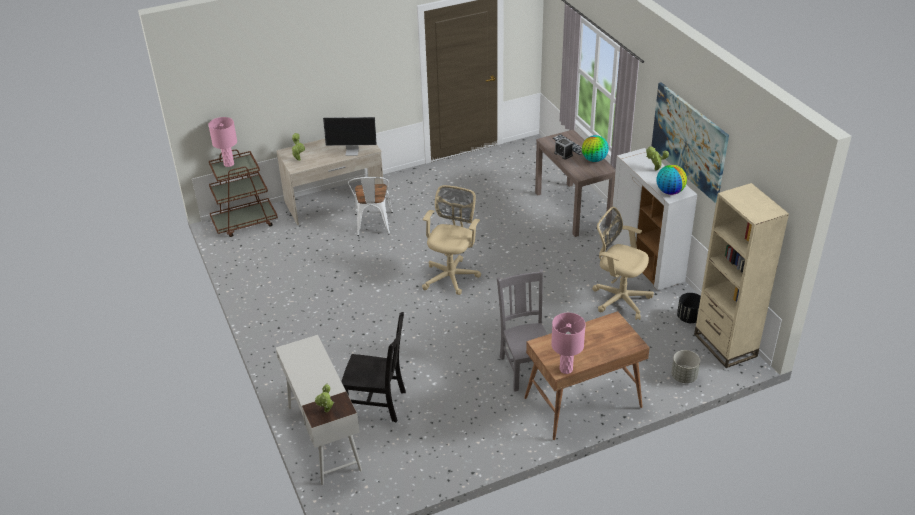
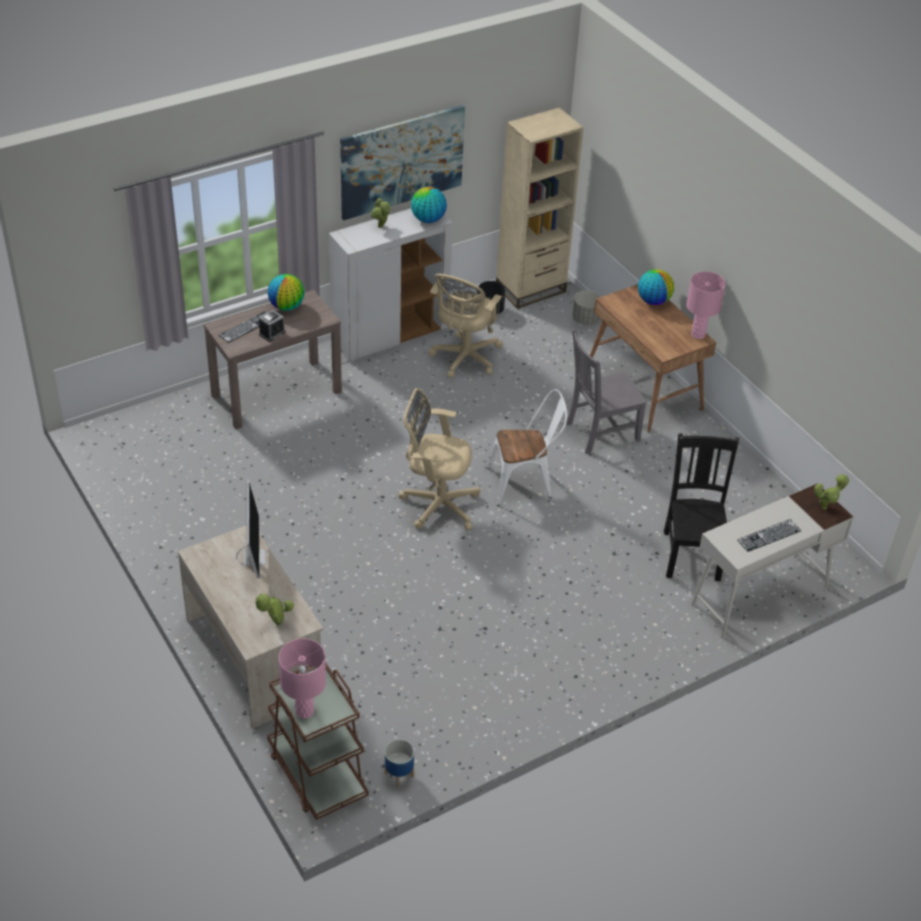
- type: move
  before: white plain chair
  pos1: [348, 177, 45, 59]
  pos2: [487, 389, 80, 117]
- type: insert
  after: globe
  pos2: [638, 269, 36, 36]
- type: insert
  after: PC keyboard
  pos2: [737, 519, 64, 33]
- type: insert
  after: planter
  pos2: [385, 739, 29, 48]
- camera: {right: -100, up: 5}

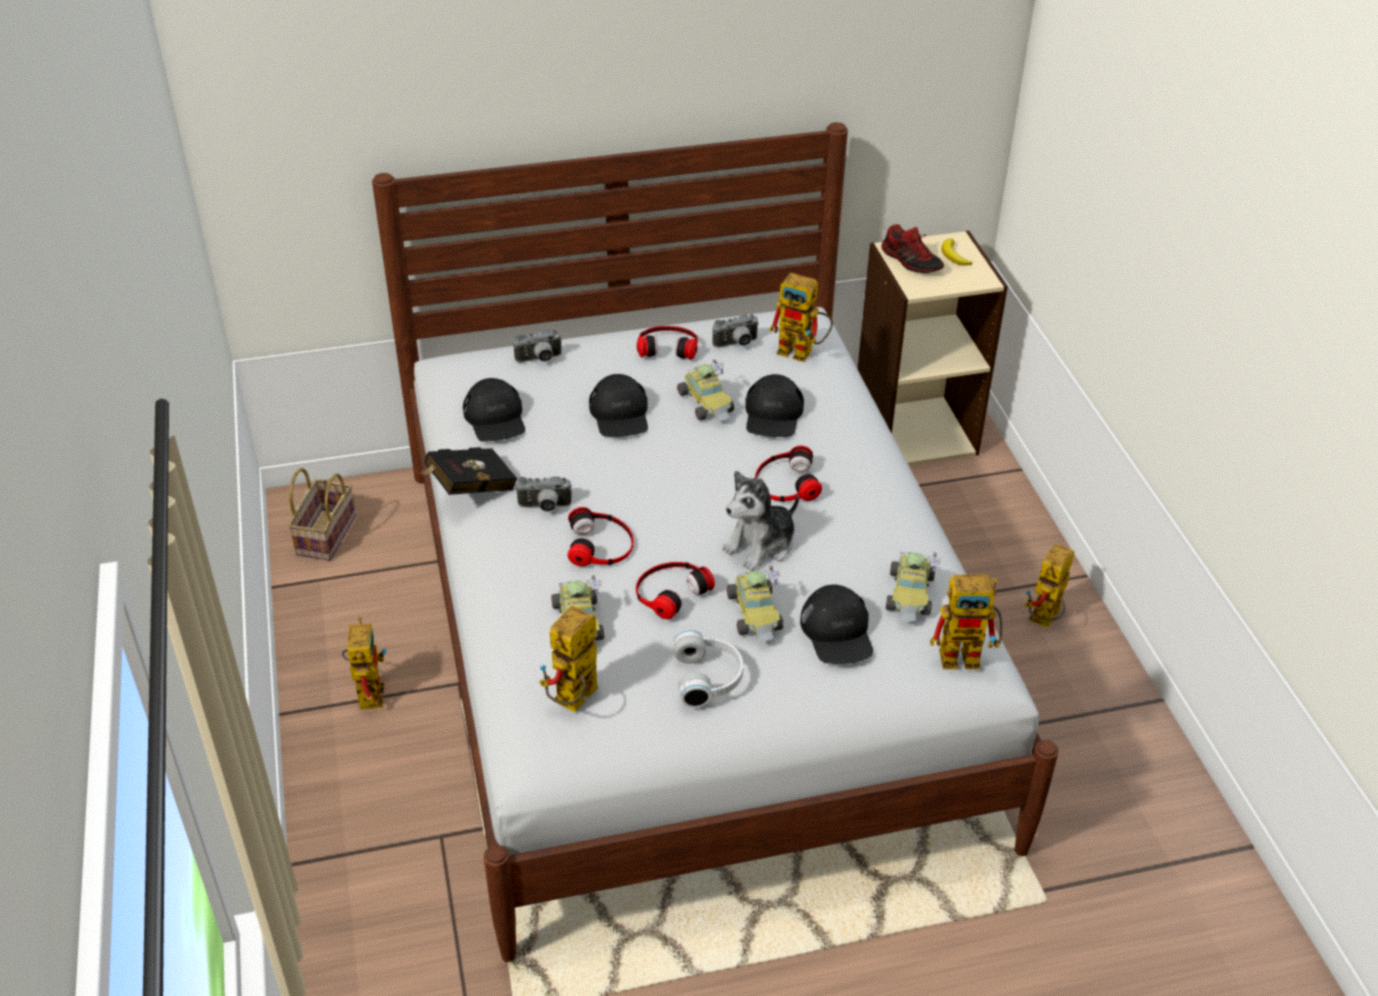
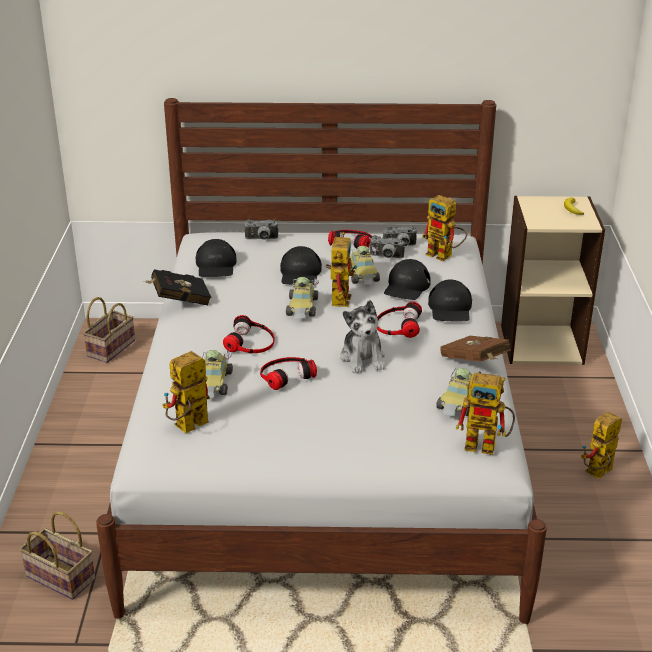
- type: delete
  before: low shoe
  pos1: [881, 224, 63, 49]
- type: rotate
  before: cuddly toy
  pos1: [722, 471, 77, 100]
  pos2: [340, 300, 45, 73]
  turn: -75
- type: move
  before: photo camera
  pos1: [516, 477, 56, 35]
  pos2: [370, 235, 35, 23]
- type: move
  before: miniature car
  pos1: [726, 566, 57, 75]
  pos2: [286, 277, 33, 41]
- type: move
  before: blackish peaked cap
  pos1: [800, 585, 73, 79]
  pos2: [428, 279, 44, 42]
- type: move
  before: toy robot
  pos1: [342, 616, 45, 94]
  pos2: [325, 232, 32, 75]
- type: delete
  before: white pair of headphones
  pos1: [674, 629, 69, 79]
- type: insert
  after: brownish volume
  pos2: [440, 336, 71, 25]
- type: insert
  after: storage basket
  pos2: [19, 511, 76, 89]
- camera: {right: 15, up: -10}

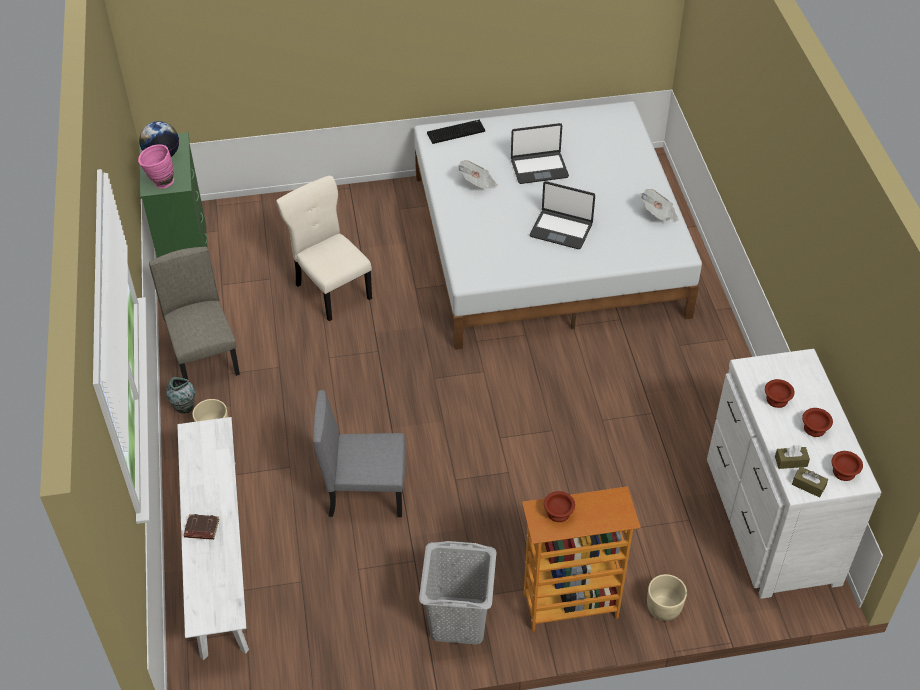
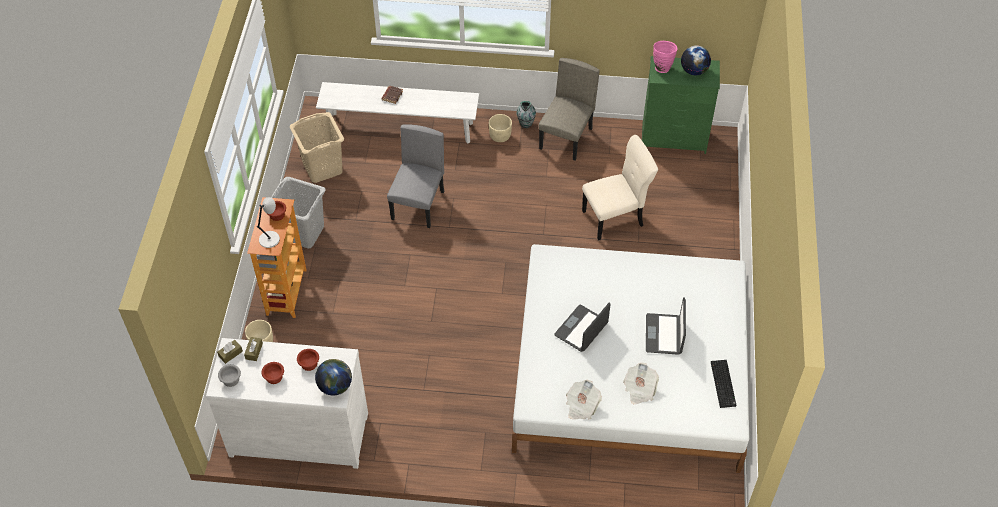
- type: move
  before: PC keyboard
  pos1: [427, 120, 58, 24]
  pos2: [711, 360, 25, 48]
- type: move
  before: daily paper
  pos1: [457, 160, 40, 28]
  pos2: [623, 363, 36, 41]
- type: rotate
  before: sand-coloured plain chair
  pos1: [149, 247, 91, 132]
  pos2: [539, 58, 61, 103]
  turn: -60
- type: recolor
  before: brownish bowl
  after: grey bowl
  pos1: [832, 451, 31, 30]
  pos2: [218, 364, 23, 23]
- type: insert
  after: sand-coloured washing basket
  pos2: [290, 112, 54, 71]
- type: insert
  after: grey table lamp
  pos2: [257, 197, 23, 51]
- type: insert
  after: globe
  pos2: [315, 359, 37, 37]
- camera: {right: 105, up: 5}

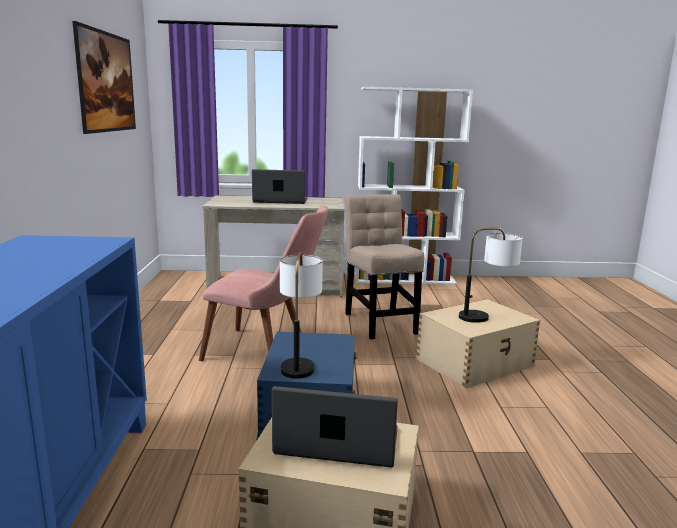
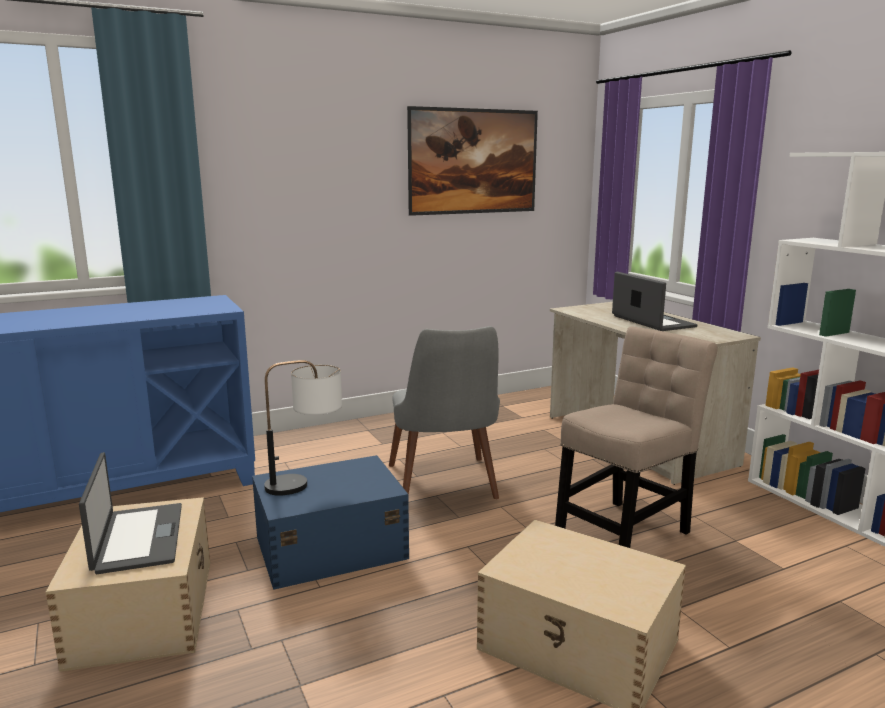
- type: recolor
  before: pink-coloured plain chair
  after: grey plain chair
  pos1: [199, 206, 129, 155]
  pos2: [389, 326, 111, 173]
- type: delete
  before: table lamp
  pos1: [459, 228, 64, 95]
- camera: {right: 65, up: 0}

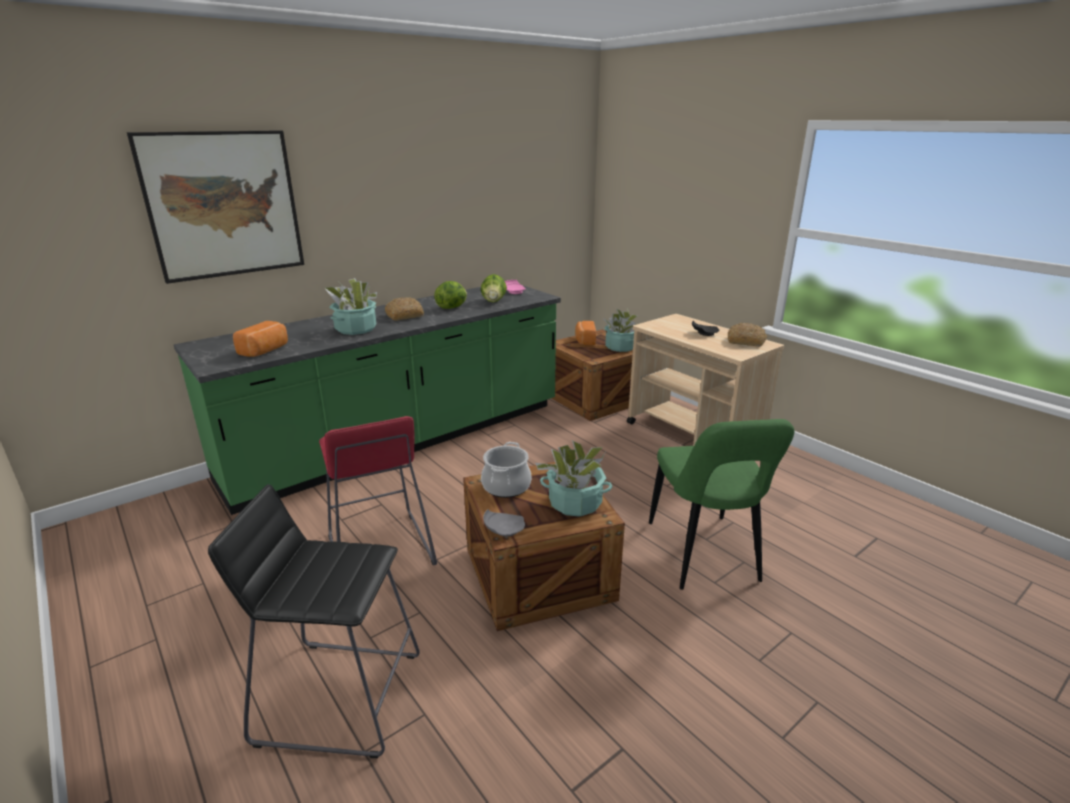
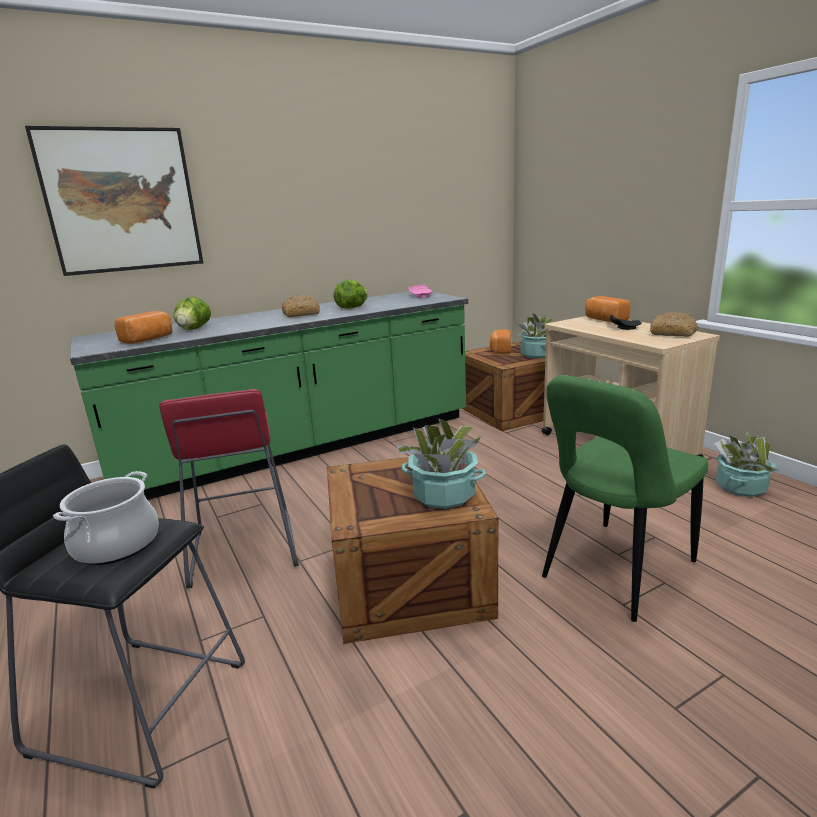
- type: move
  before: head of lettuce
  pos1: [481, 274, 26, 28]
  pos2: [174, 296, 37, 34]
- type: move
  before: plant in a pot
  pos1: [324, 278, 53, 57]
  pos2: [714, 432, 64, 65]
- type: rotate
  before: green-coloured plain chair
  pos1: [649, 419, 145, 171]
  pos2: [542, 375, 166, 247]
  turn: 45
- type: move
  before: cooking pot
  pos1: [481, 442, 51, 56]
  pos2: [53, 471, 106, 94]
- type: delete
  before: grey plate
  pos1: [483, 509, 42, 28]
- type: insert
  after: bread
  pos2: [585, 296, 45, 26]
- camera: {right: 10, up: -5}

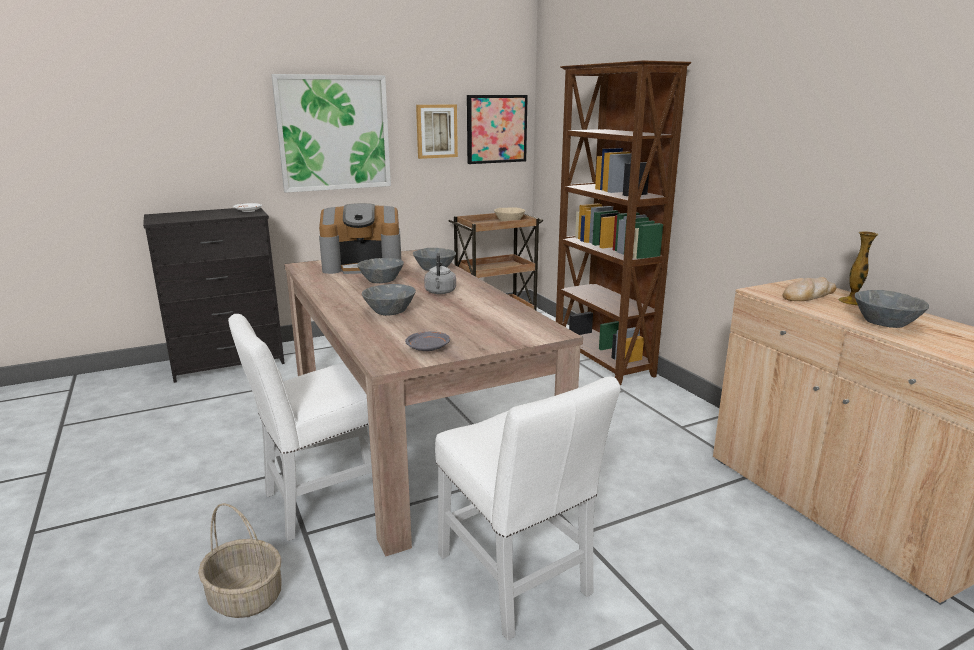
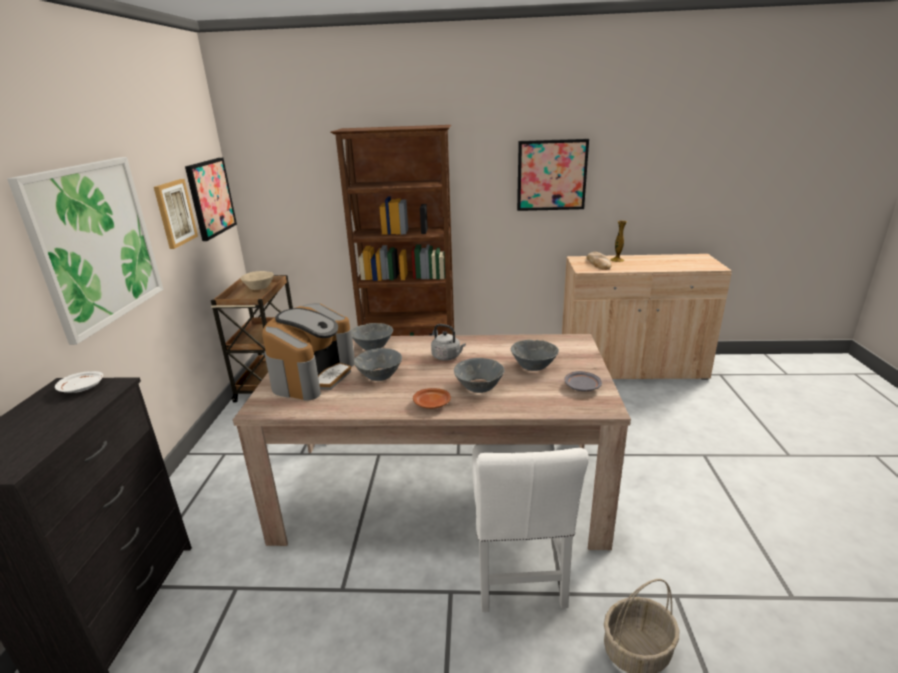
- type: move
  before: grey bowl
  pos1: [855, 290, 74, 38]
  pos2: [510, 340, 49, 31]
- type: delete
  before: white plain chair
  pos1: [435, 376, 186, 264]
- type: insert
  after: picture
  pos2: [517, 139, 72, 72]
- type: insert
  after: brownish plate
  pos2: [413, 388, 38, 21]
- camera: {right: -60, up: 5}

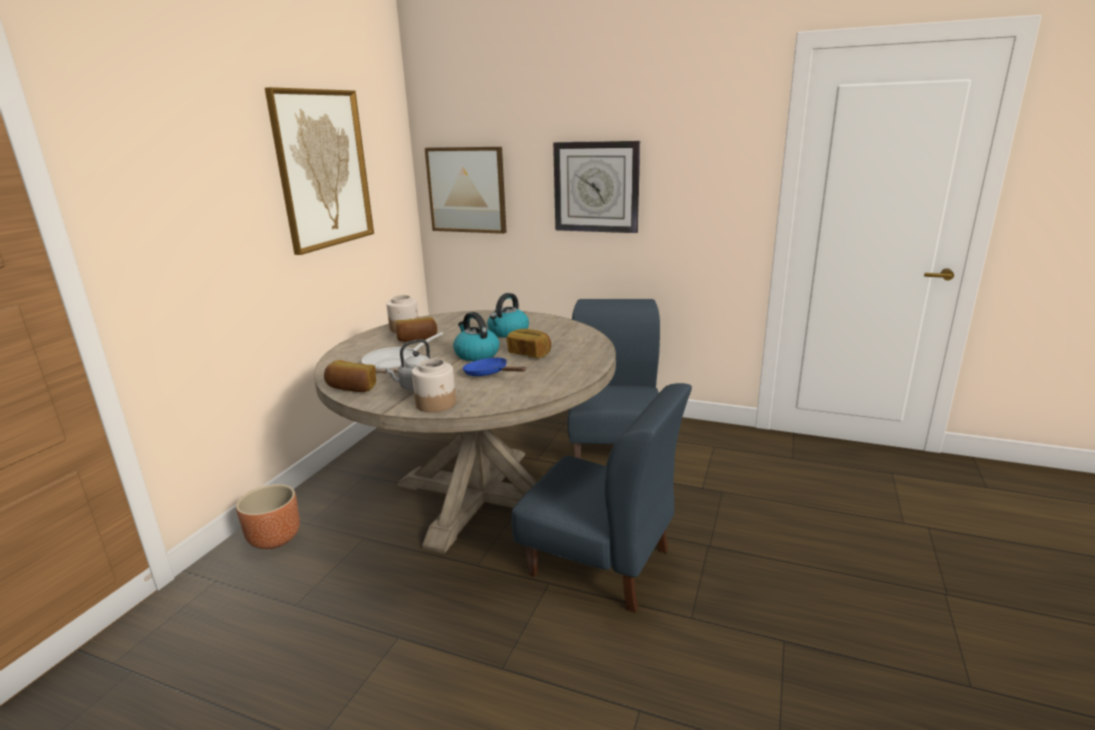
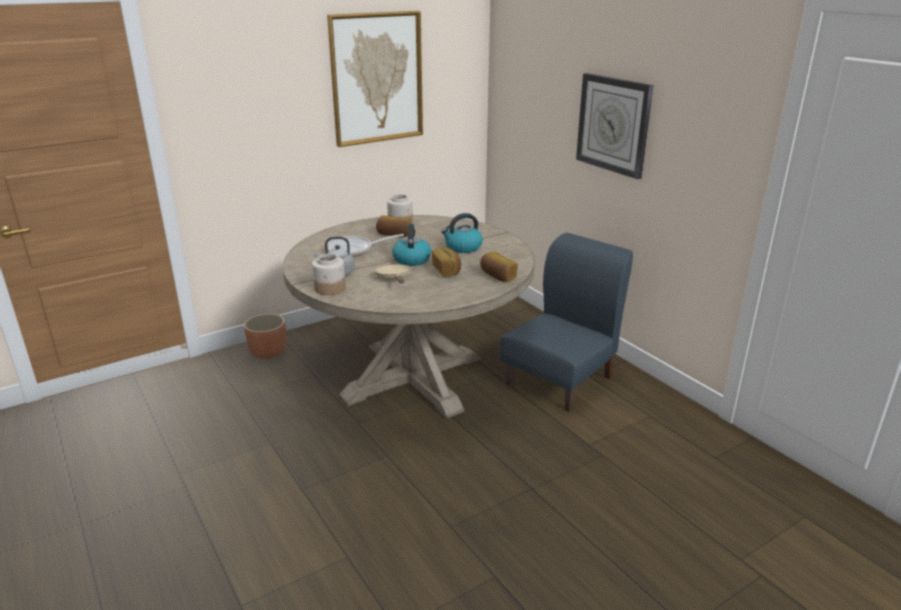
- type: delete
  before: picture
  pos1: [425, 147, 82, 87]
- type: recolor
  before: bluish frying pan
  after: sand-coloured frying pan
  pos1: [463, 357, 64, 19]
  pos2: [375, 265, 37, 18]
- type: move
  before: bread
  pos1: [324, 360, 52, 32]
  pos2: [480, 252, 38, 30]
- type: delete
  before: bluish plain chair
  pos1: [512, 383, 180, 230]
- camera: {right: 35, up: 5}

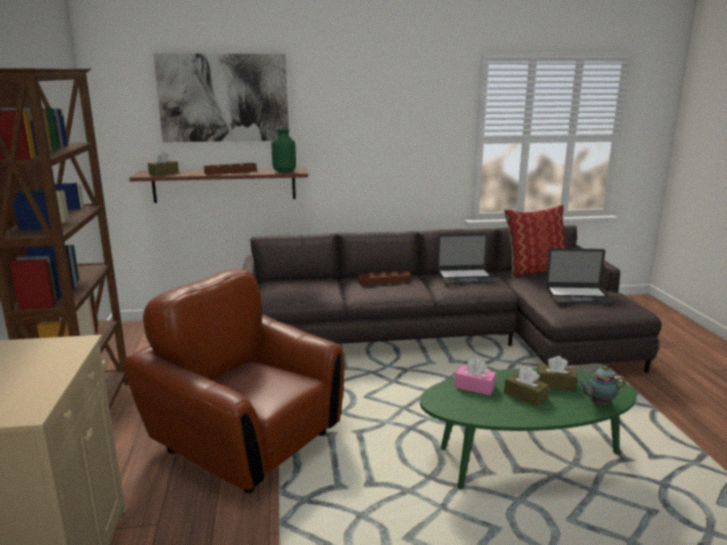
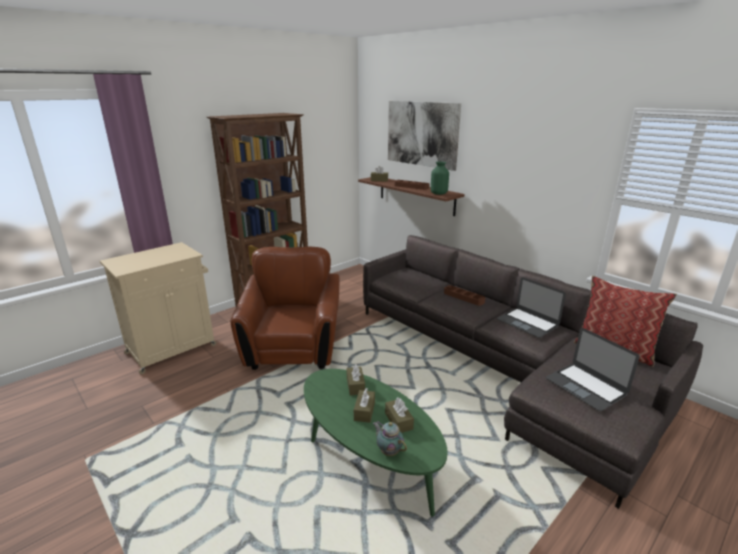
- type: recolor
  before: pink-coloured tissue box
  after: brownish tissue box
  pos1: [454, 358, 42, 37]
  pos2: [346, 364, 19, 31]
- camera: {right: 55, up: 5}

